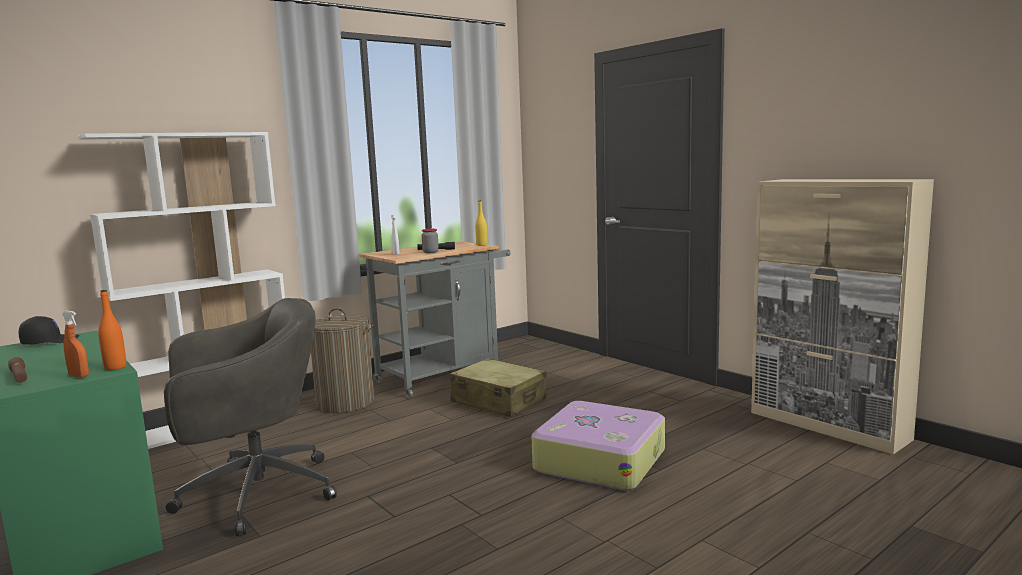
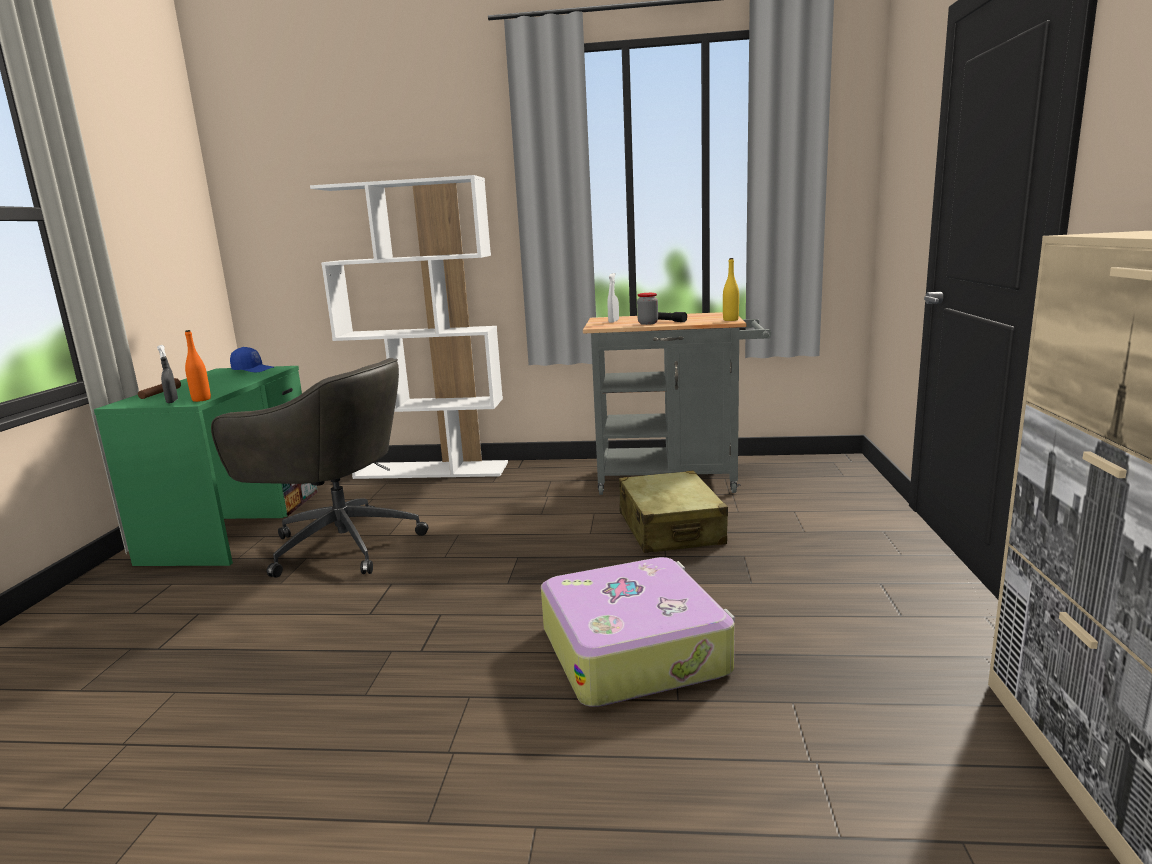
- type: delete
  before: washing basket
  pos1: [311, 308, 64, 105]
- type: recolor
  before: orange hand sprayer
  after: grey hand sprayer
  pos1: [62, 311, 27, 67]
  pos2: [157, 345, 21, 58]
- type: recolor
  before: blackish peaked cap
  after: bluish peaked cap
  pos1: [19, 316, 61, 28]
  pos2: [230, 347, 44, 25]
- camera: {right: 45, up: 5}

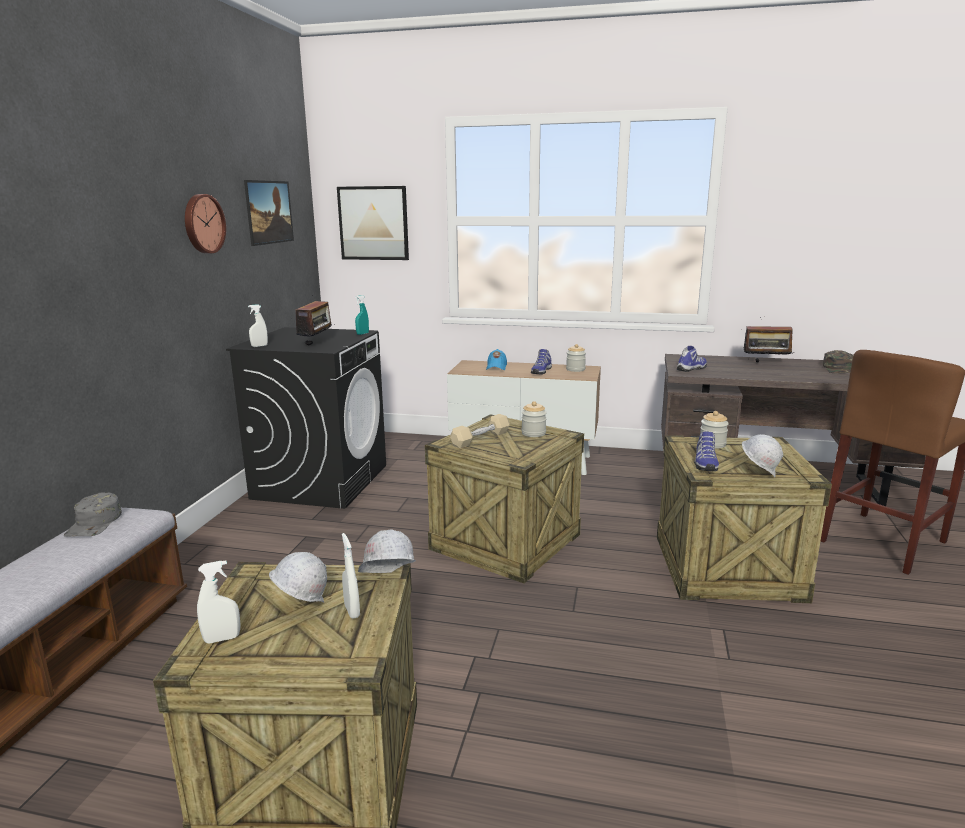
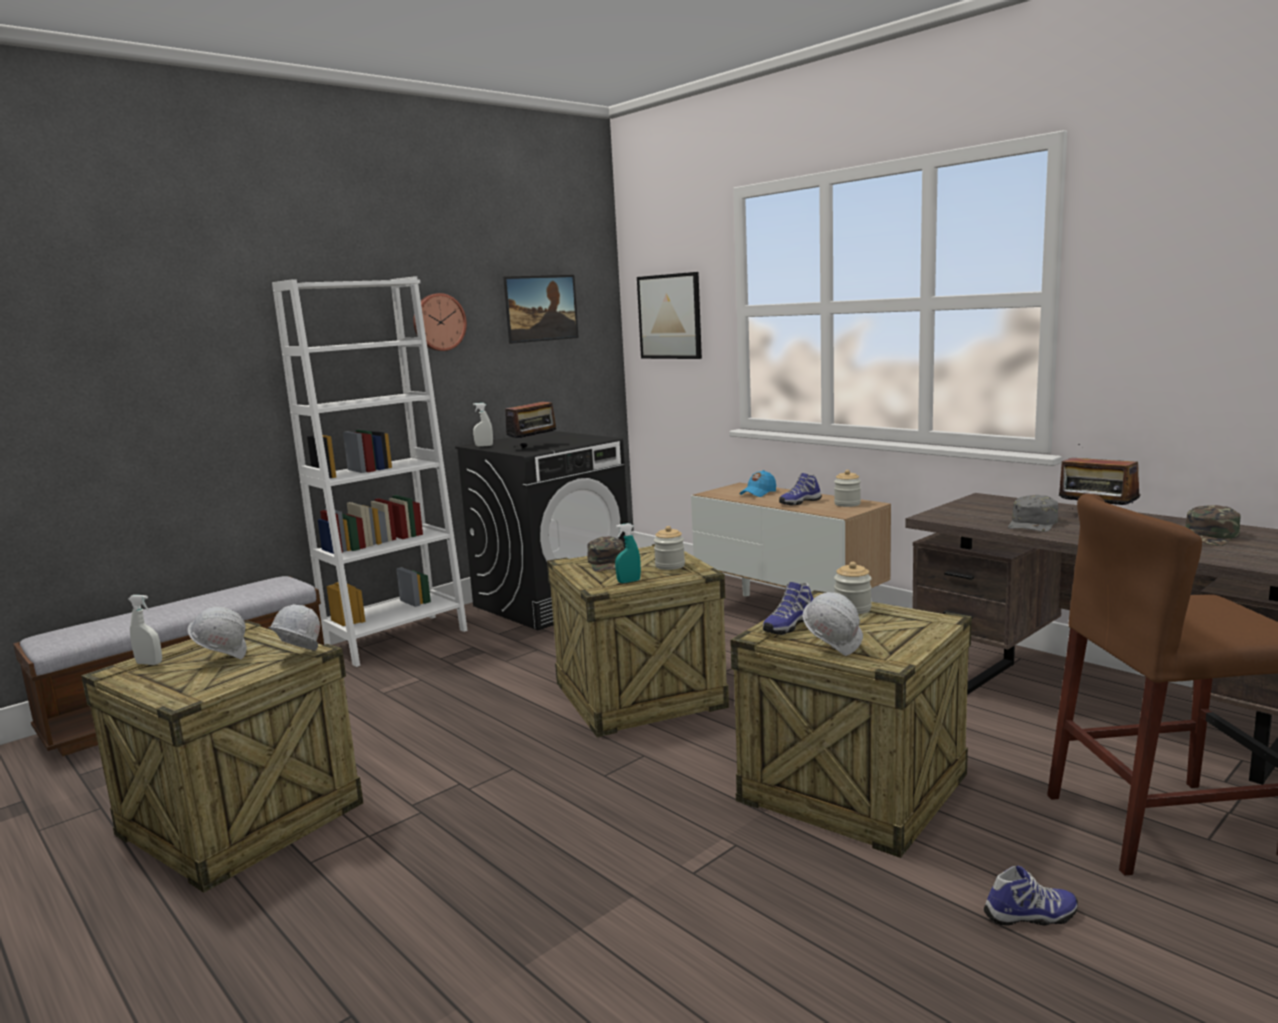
- type: move
  before: turquoise-coloured hand sprayer
  pos1: [355, 295, 14, 40]
  pos2: [615, 523, 26, 60]
- type: move
  before: low shoe
  pos1: [677, 346, 30, 26]
  pos2: [984, 865, 94, 61]
- type: replace
  before: sand-coloured dumbbell
  after: green-coloured peaked cap
  pos1: [450, 414, 60, 34]
  pos2: [587, 536, 37, 36]
- type: move
  before: grey peaked cap
  pos1: [64, 492, 58, 45]
  pos2: [1008, 495, 50, 37]
- type: delete
  before: white hand sprayer
  pos1: [342, 533, 18, 86]
- type: insert
  after: white bookshelf
  pos2: [272, 277, 196, 390]
- camera: {right: 35, up: -5}

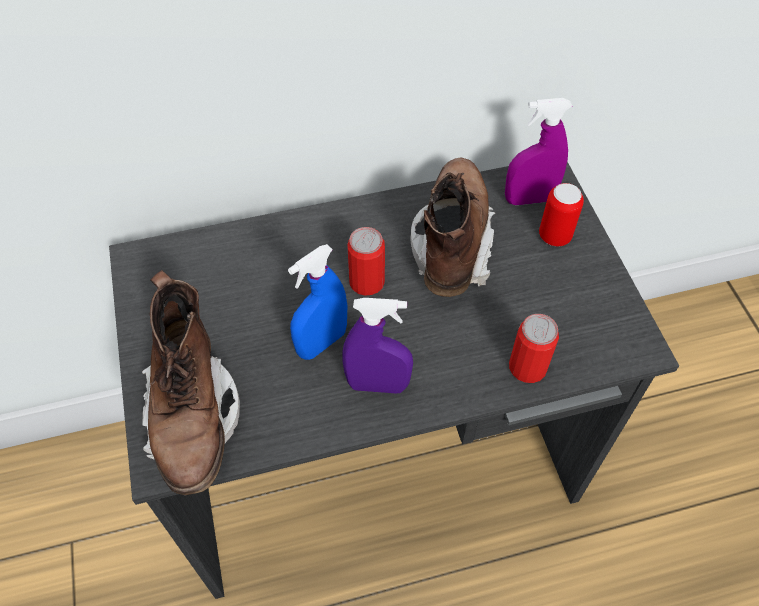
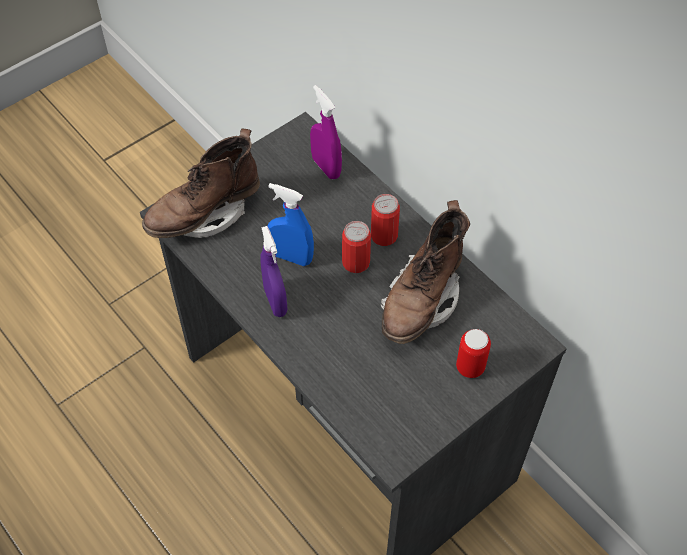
- type: move
  before: purple hand sprayer
  pos1: [505, 98, 67, 107]
  pos2: [310, 85, 32, 94]
- type: rotate
  before: brownish tall boot
  pos1: [410, 157, 86, 140]
  pos2: [381, 200, 89, 144]
  turn: 135
- type: move
  before: metal can
  pos1: [509, 314, 50, 69]
  pos2: [371, 194, 29, 52]
- camera: {right: 65, up: 0}

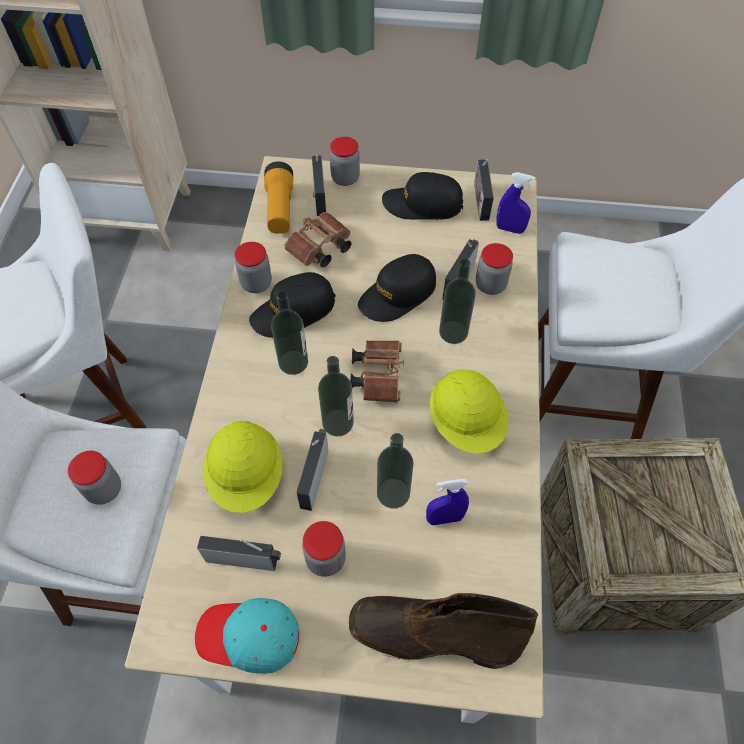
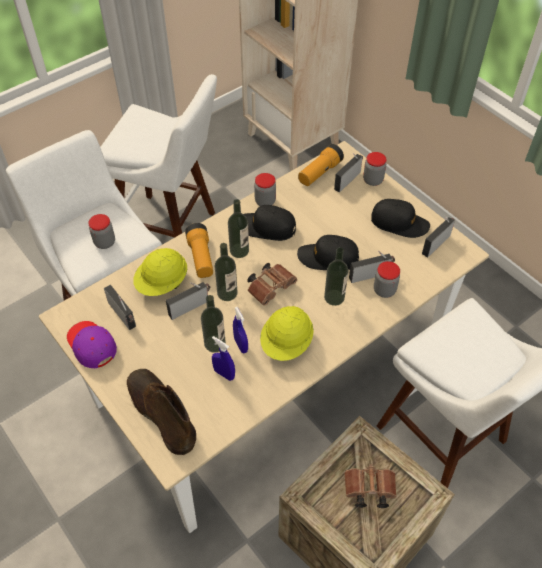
- type: rotate
  before: blackish peaked cap
  pos1: [382, 172, 81, 48]
  pos2: [371, 199, 59, 39]
  turn: 150
- type: move
  before: bluish hand sprayer
  pos1: [496, 172, 40, 62]
  pos2: [233, 307, 15, 46]
- type: move
  before: brownish field glasses
  pos1: [285, 212, 67, 55]
  pos2: [344, 464, 52, 44]
- type: delete
  before: storage jar
  pos1: [302, 521, 44, 56]
- type: recolor
  before: turquoise-coloured peaked cap
  after: purple peaked cap
  pos1: [195, 598, 104, 76]
  pos2: [67, 321, 50, 47]
- type: insert
  after: flashlight
  pos2: [185, 223, 28, 55]
- camera: {right: 45, up: -5}

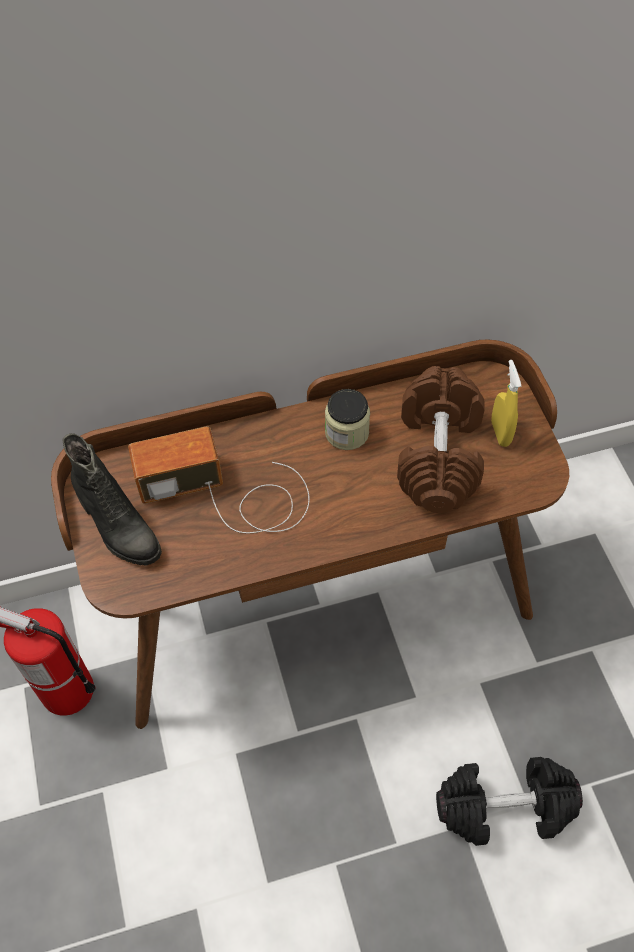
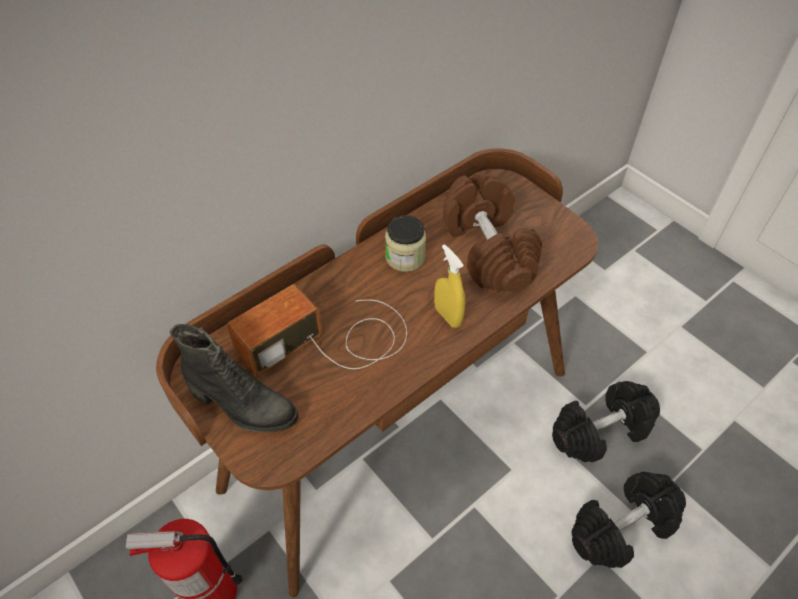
- type: move
  before: yellowish hand sprayer
  pos1: [491, 360, 30, 87]
  pos2: [434, 244, 31, 84]
- type: insert
  after: blackish dumbbell
  pos2: [552, 381, 108, 81]
- camera: {right: -25, up: -5}

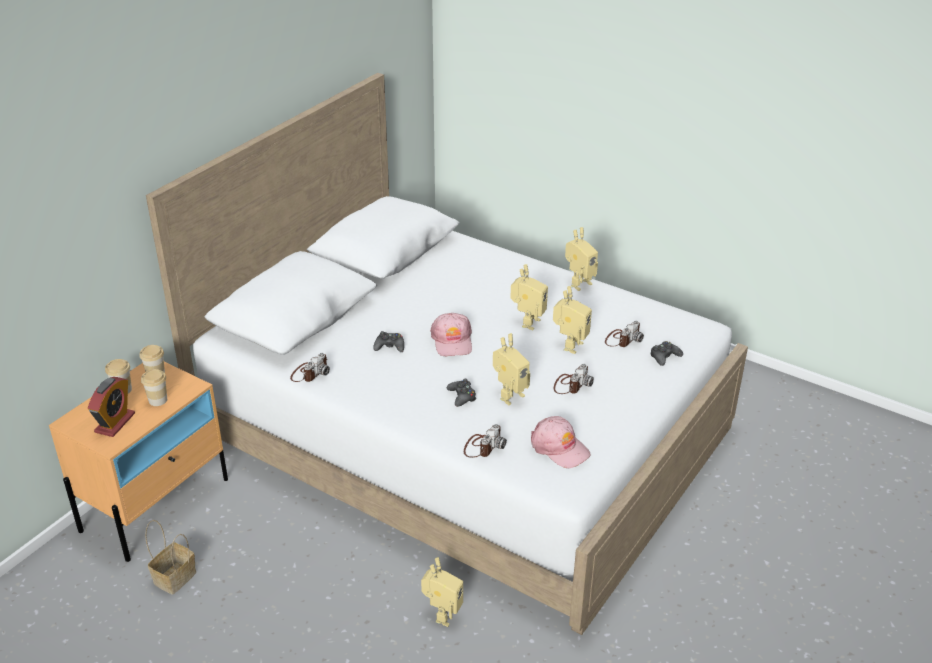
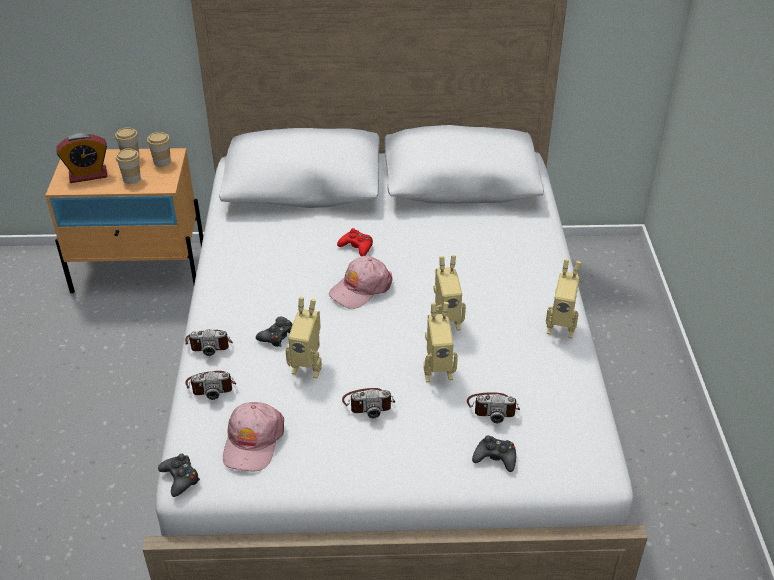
- type: move
  before: blackish joypad
  pos1: [373, 331, 31, 21]
  pos2: [158, 454, 42, 43]
- type: move
  before: photo camera
  pos1: [290, 353, 40, 29]
  pos2: [185, 329, 48, 27]
- type: delete
  before: storage basket
  pos1: [145, 520, 51, 74]
- type: delete
  before: toy robot
  pos1: [421, 557, 42, 70]
- type: insert
  after: red-coloured joypad
  pos2: [337, 228, 36, 28]
- camera: {right: 55, up: 5}

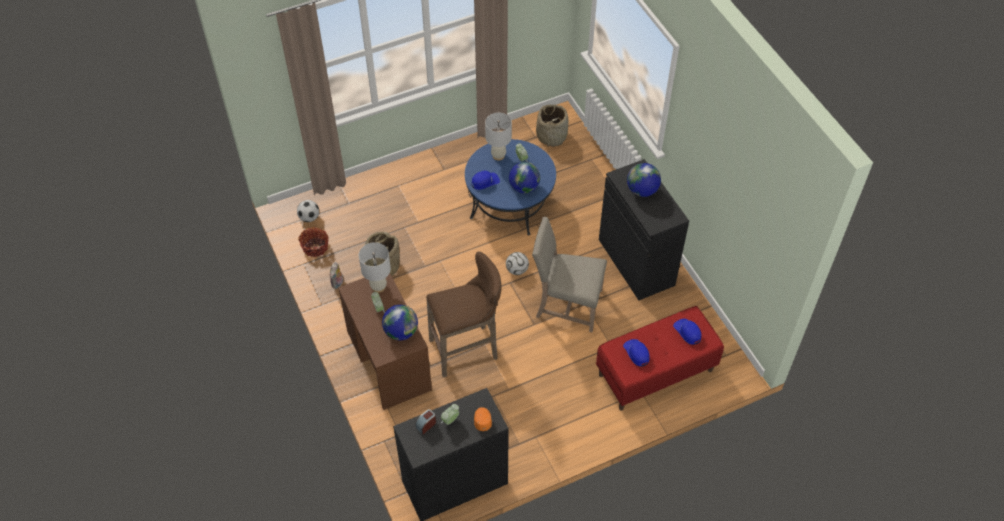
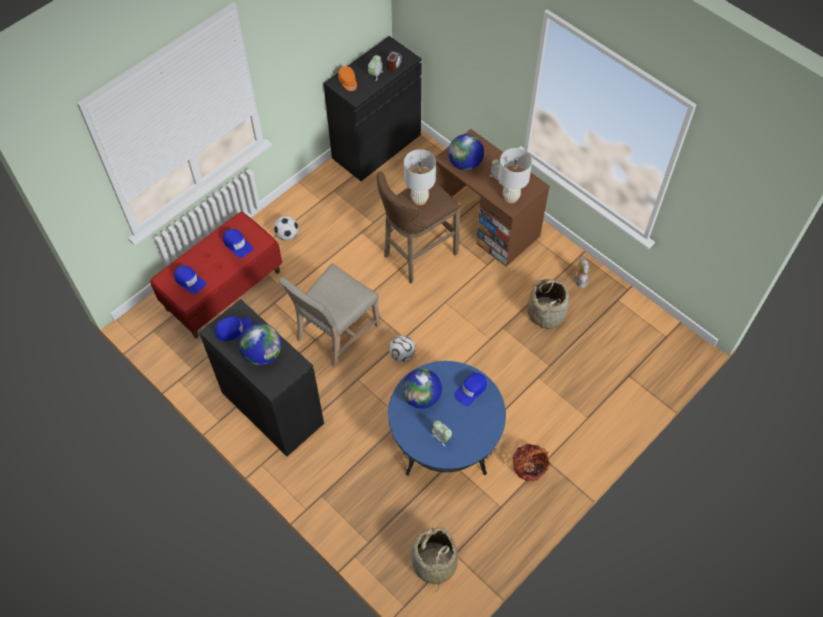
- type: move
  before: white table lamp
  pos1: [485, 113, 27, 47]
  pos2: [404, 149, 32, 56]
- type: move
  before: football ball
  pos1: [297, 200, 22, 22]
  pos2: [274, 216, 25, 24]
- type: rotate
  before: sand-coloured plain chair
  pos1: [532, 217, 75, 115]
  pos2: [278, 263, 102, 104]
  turn: 135
- type: move
  before: storage basket
  pos1: [298, 227, 31, 30]
  pos2: [512, 444, 37, 38]
- type: insert
  after: bluish peaked cap
  pos2: [215, 316, 37, 25]
- camera: {right: 160, up: 5}

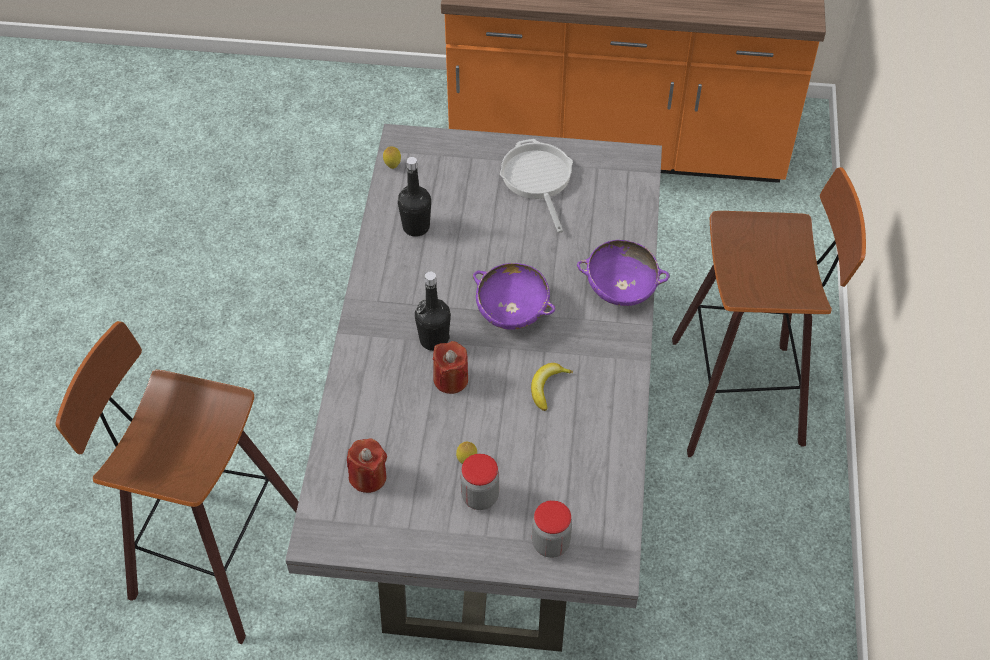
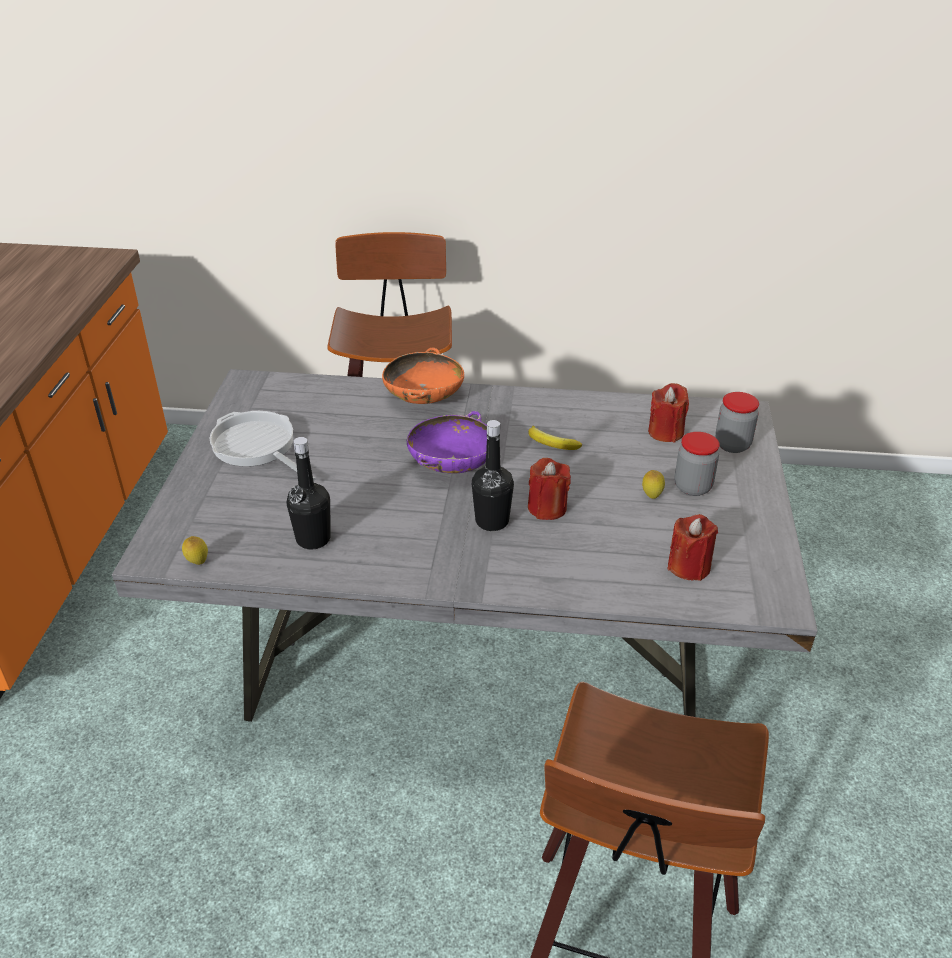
- type: rotate
  before: frying pan
  pos1: [500, 139, 73, 94]
  pos2: [210, 411, 106, 70]
  turn: 60
- type: recolor
  before: purple bowl
  after: orange bowl
  pos1: [577, 240, 93, 66]
  pos2: [382, 348, 82, 56]
- type: insert
  after: red-coloured candle
  pos2: [648, 383, 41, 59]
- camera: {right: -90, up: -15}

